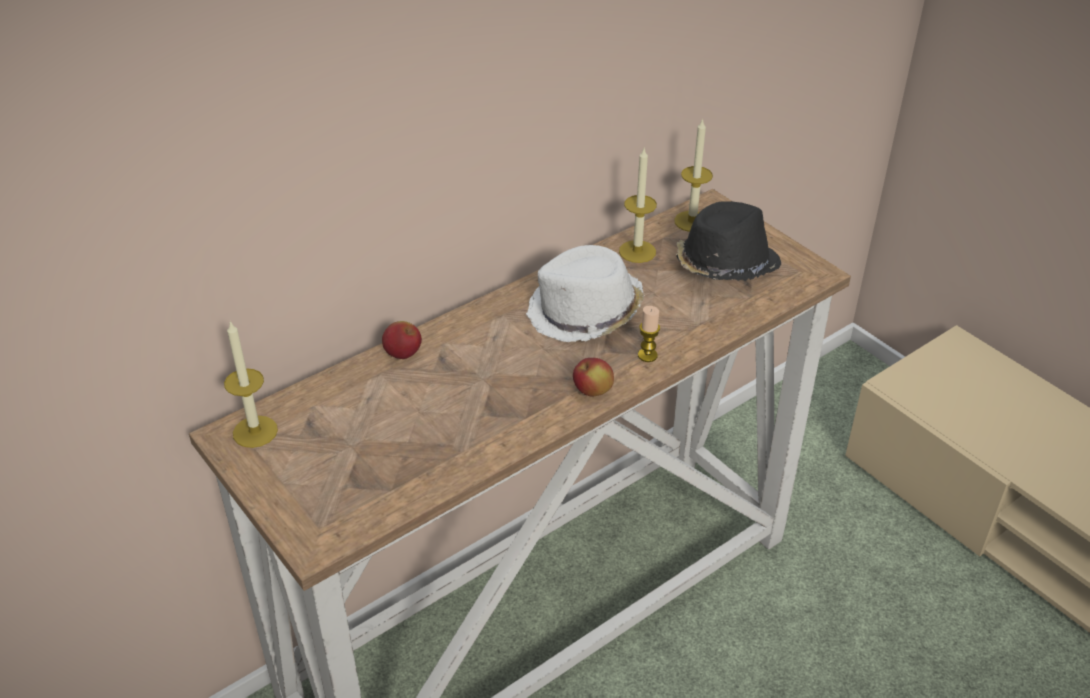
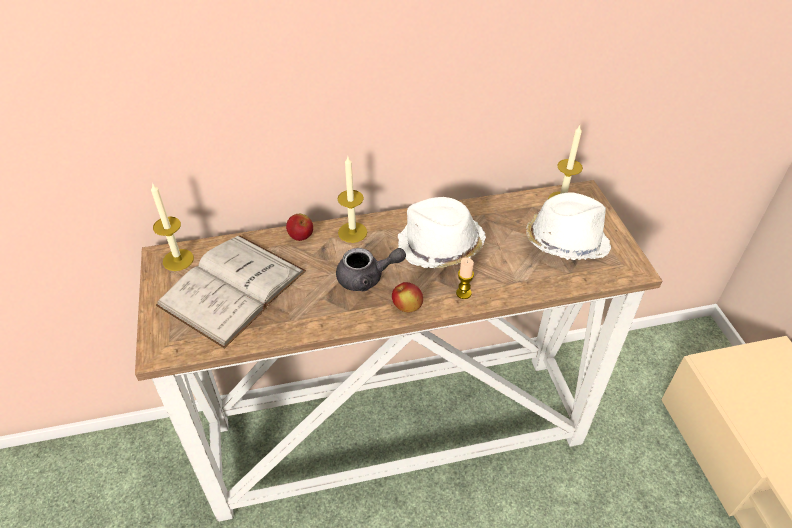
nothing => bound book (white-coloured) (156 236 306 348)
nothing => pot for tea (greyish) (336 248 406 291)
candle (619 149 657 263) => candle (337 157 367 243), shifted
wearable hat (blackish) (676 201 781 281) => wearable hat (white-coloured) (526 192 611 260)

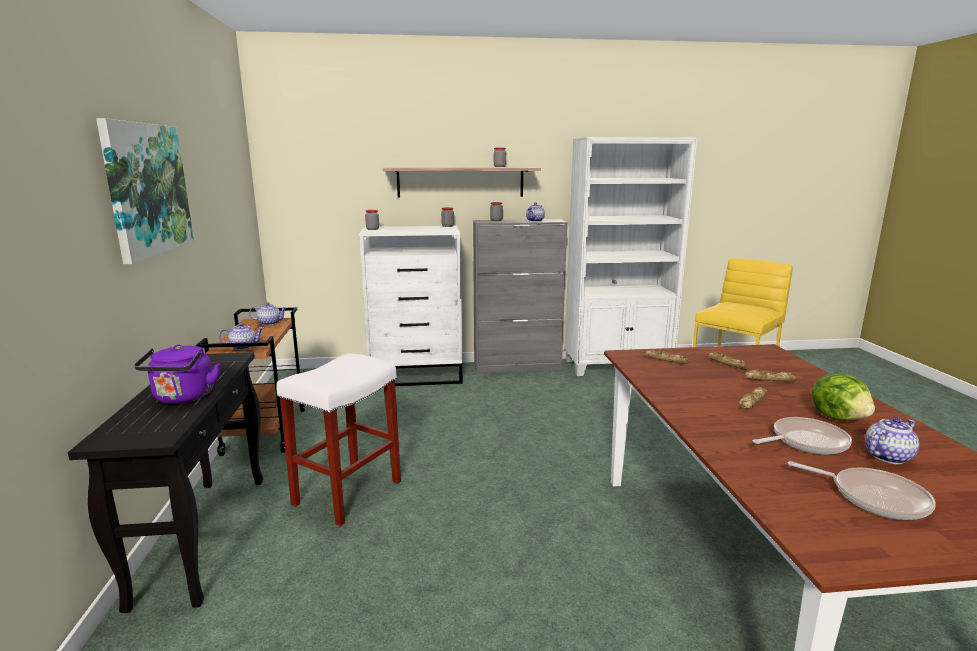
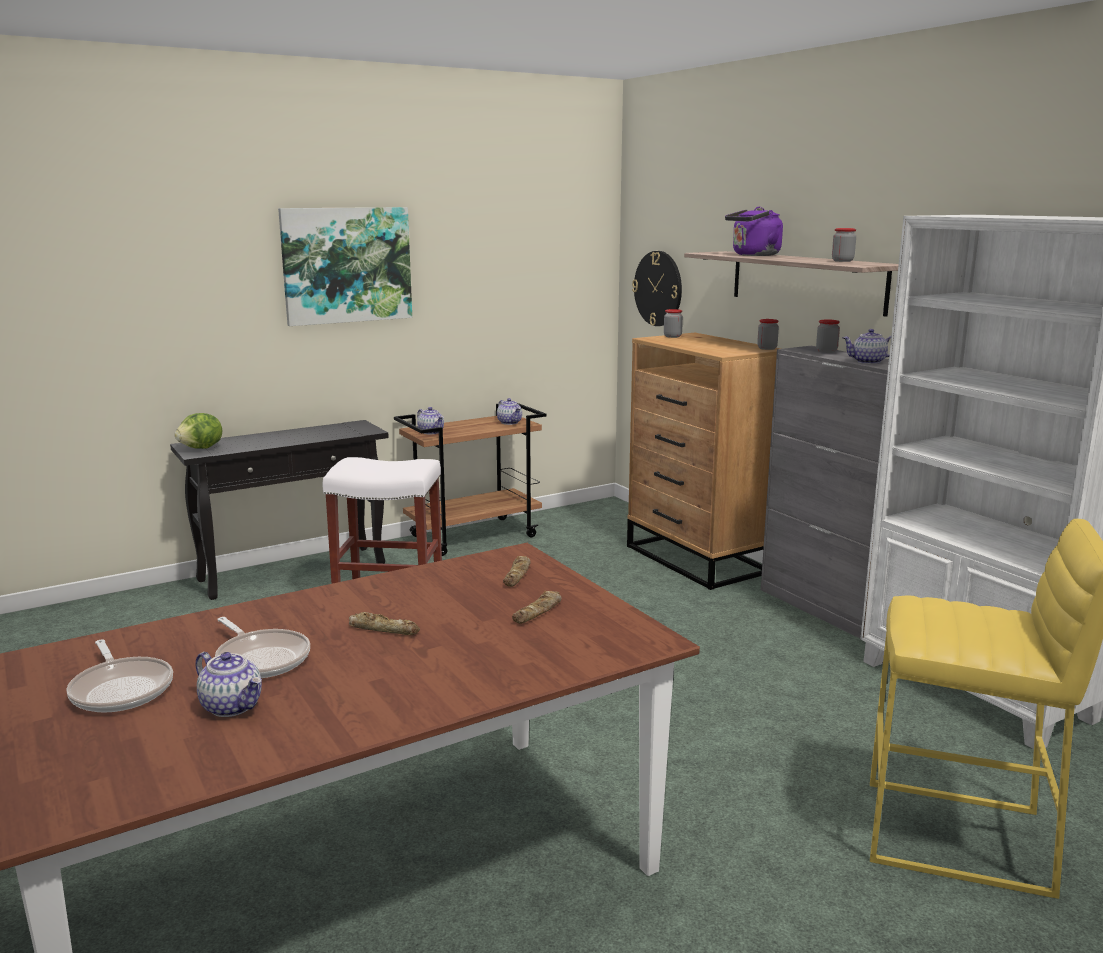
pan (788 461 936 520) => pan (66 640 173 713), 45 degrees counterclockwise
head of lettuce (812 374 875 421) => head of lettuce (174 413 222 449), shifted
dresser (white-coloured) (359 225 463 386) => dresser (brown-coloured) (627 333 781 590)
nothing => clock on the wall (632 251 682 326)
kettle (purple) (134 345 220 404) => kettle (purple) (725 207 783 256), shifted
bakery bread (744 370 797 382) => nothing

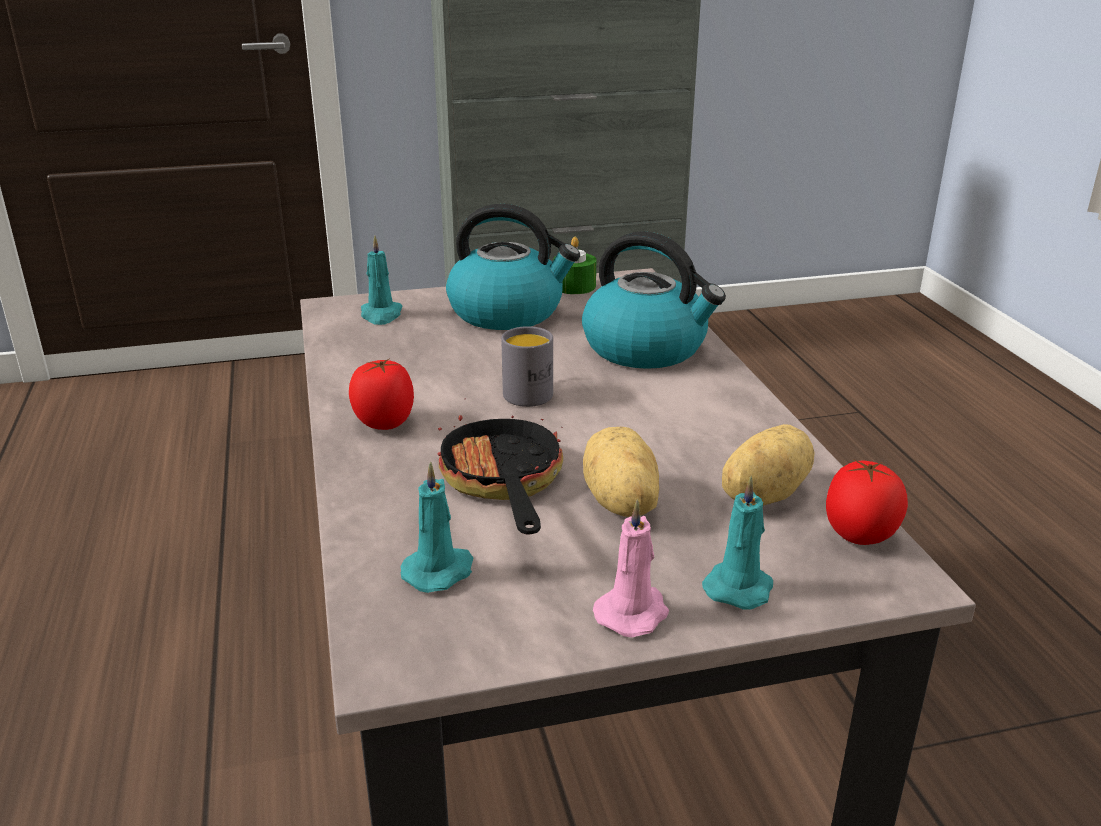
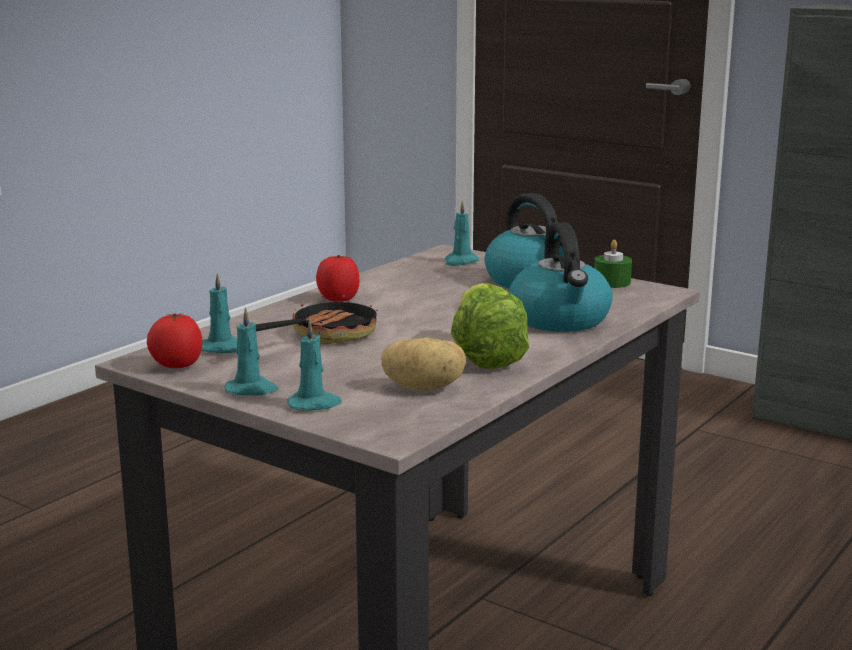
whole tomato (826 459 908 545) => whole tomato (147 313 203 368), shifted
candle (pink) (593 499 669 637) => candle (turquoise-coloured) (225 308 279 395)
nothing => head of lettuce (451 283 529 369)
tea mug (greyish) (501 326 553 407) => nothing
potato (583 427 659 517) => nothing

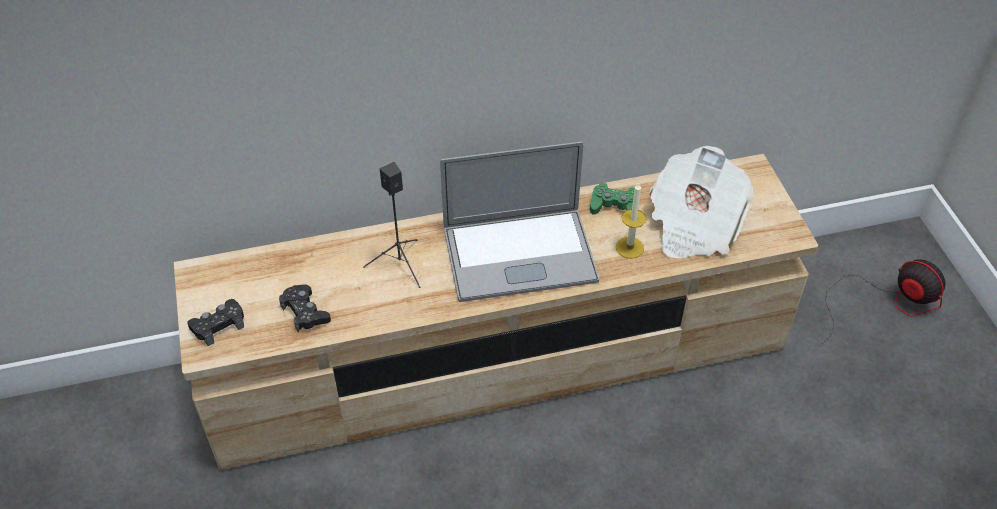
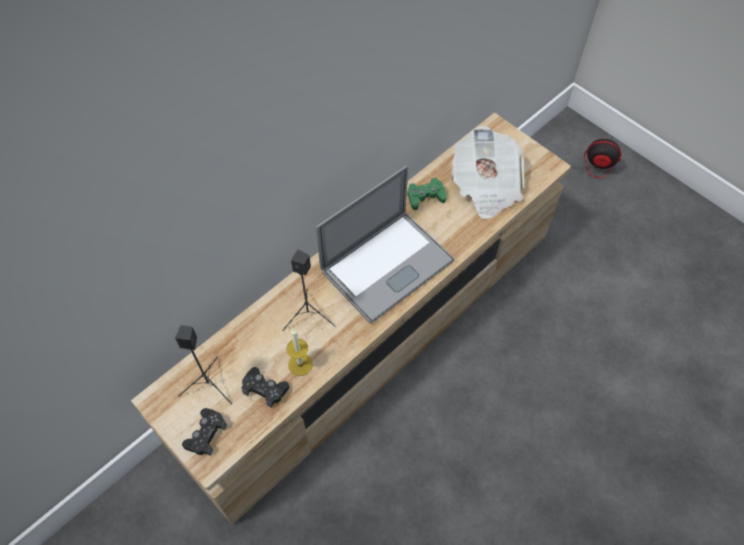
nothing => audio speaker (blackish) (175 325 232 405)
candle (616 183 646 258) => candle (287 329 313 376), shifted

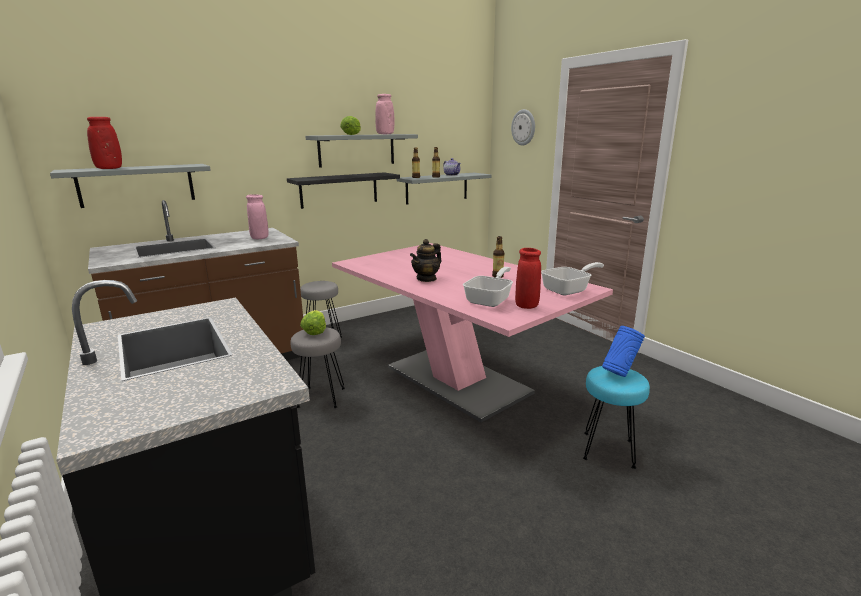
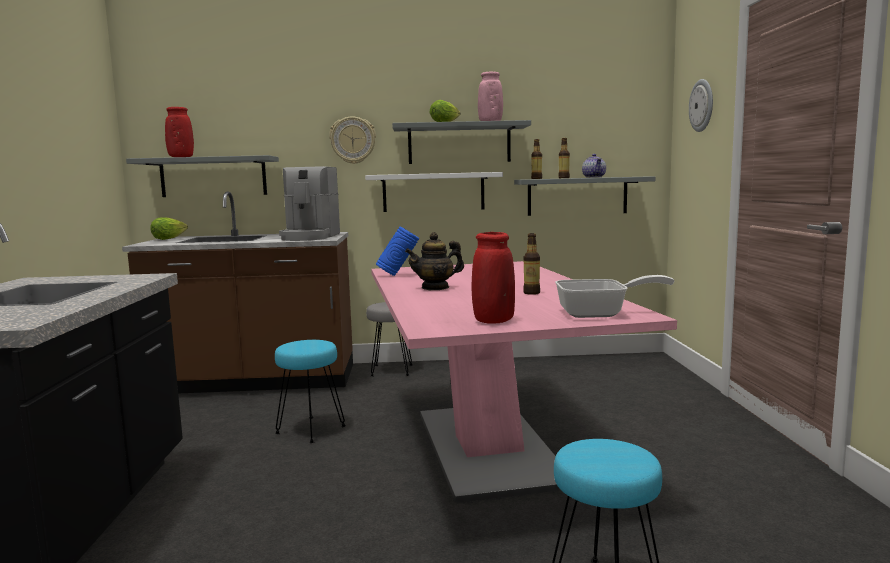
head of lettuce (300 310 326 335) => head of lettuce (150 217 188 240), shifted
stool (greyish) (291 327 345 408) => stool (turquoise-coloured) (275 340 346 443)
flower vase (pink) (246 194 268 239) => coffee machine (279 166 340 241)
nothing => clock on the wall (329 116 376 164)
shelf (blackish) (287 172 400 209) => shelf (white-coloured) (365 172 503 212)
flower vase (bluish) (602 326 645 377) => flower vase (bluish) (376 226 419 276), shifted
pan (463 267 513 307) => nothing

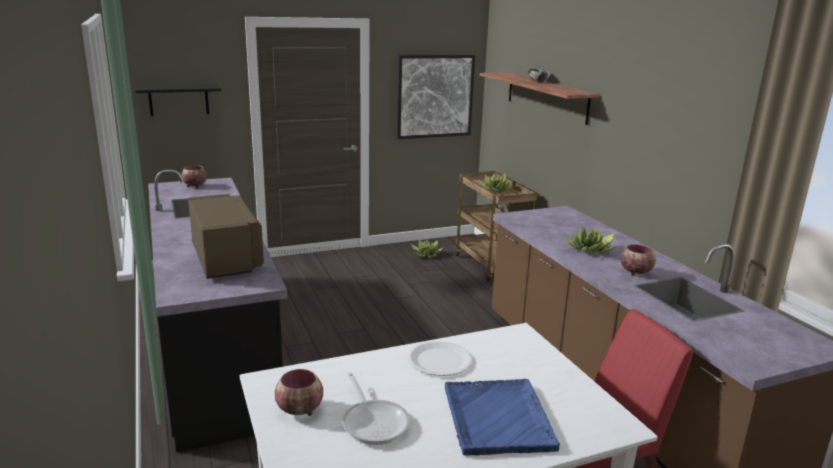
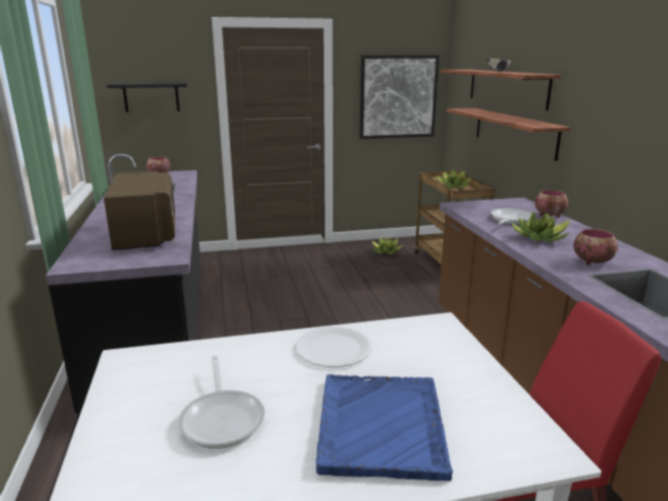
nothing => shelf (447 108 571 161)
nothing => pan (491 208 536 224)
bowl (275 369 323 416) => bowl (535 190 568 218), shifted

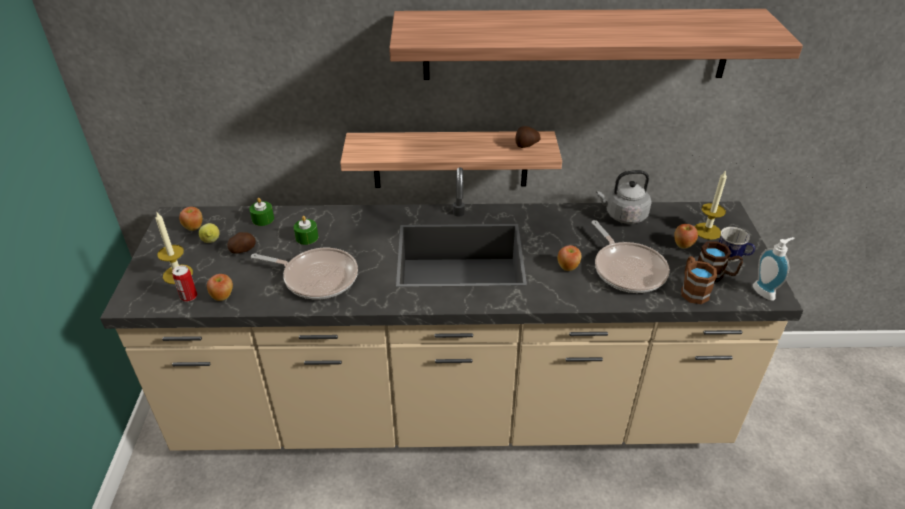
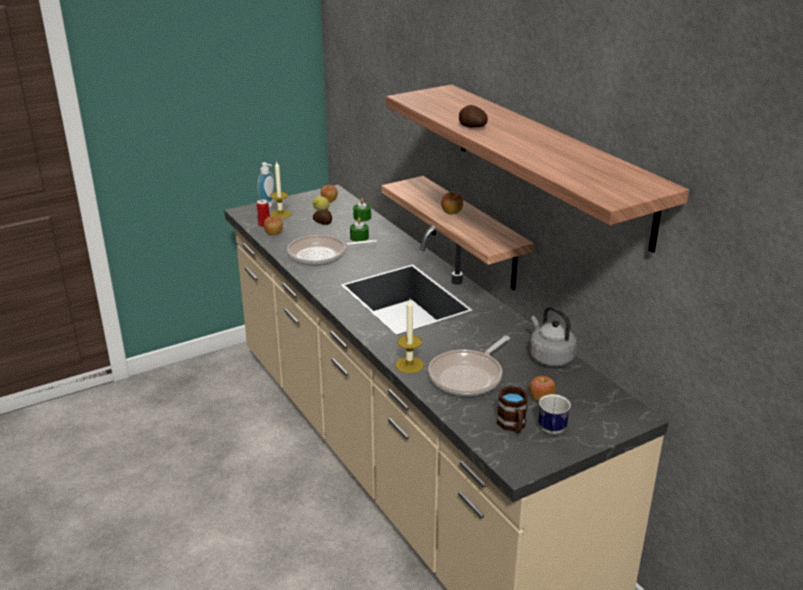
soap dispenser (753 237 794 301) => soap dispenser (257 162 275 208), shifted
pan (251 248 358 300) => pan (287 235 377 266), 90 degrees clockwise
candle (694 170 727 240) => candle (395 299 424 373), shifted
apple fruit (558 245 581 271) => apple fruit (441 192 463 214), shifted
potato (515 126 541 148) => potato (459 105 488 128), shifted
tea mug (brown-coloured) (681 256 717 304) => nothing

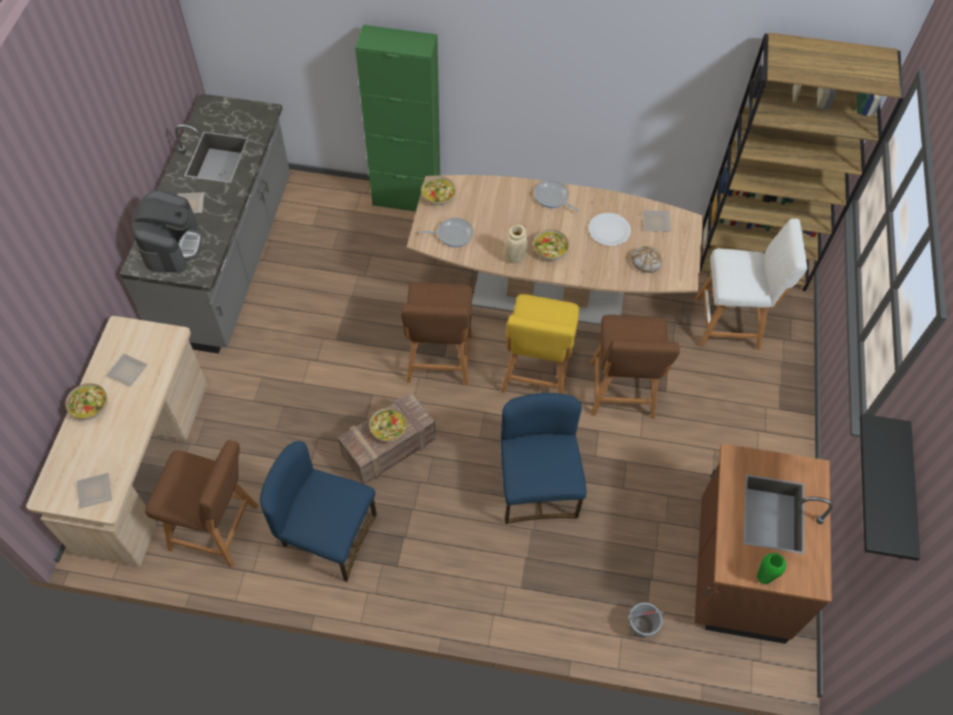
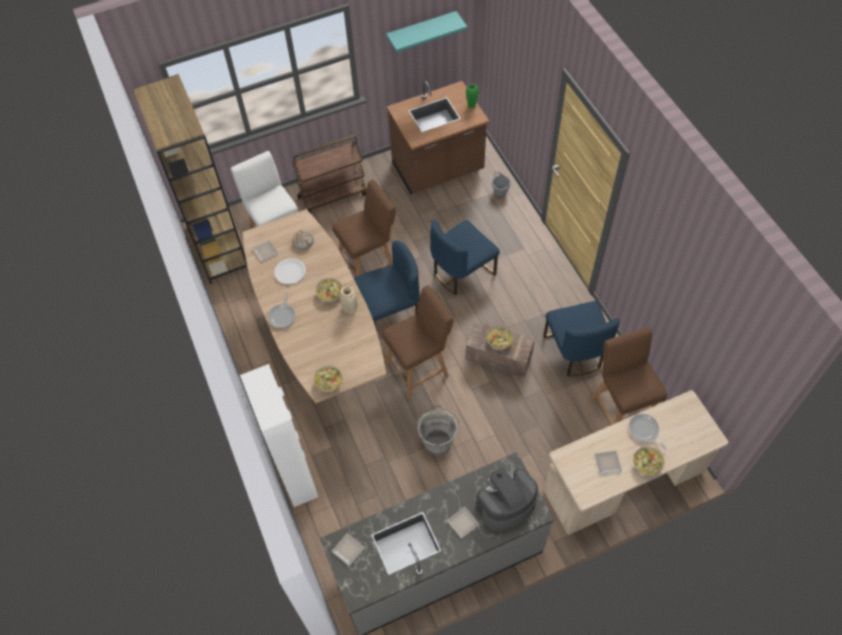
storage cabinet (greenish) (355 25 440 212) => storage cabinet (white-coloured) (240 364 318 507)
nothing => cart (brown-coloured) (292 135 366 213)
dinner plate (77 473 112 508) => dinner plate (331 533 365 566), shifted
stool (yellowish) (501 294 580 394) => plain chair (bluish) (354 241 420 331)
shelf (blackish) (860 414 920 561) => shelf (turquoise-coloured) (386 11 467 52)
nothing => pail (greyish) (416 405 459 455)
pan (419 218 474 247) => pan (629 414 667 450), shifted

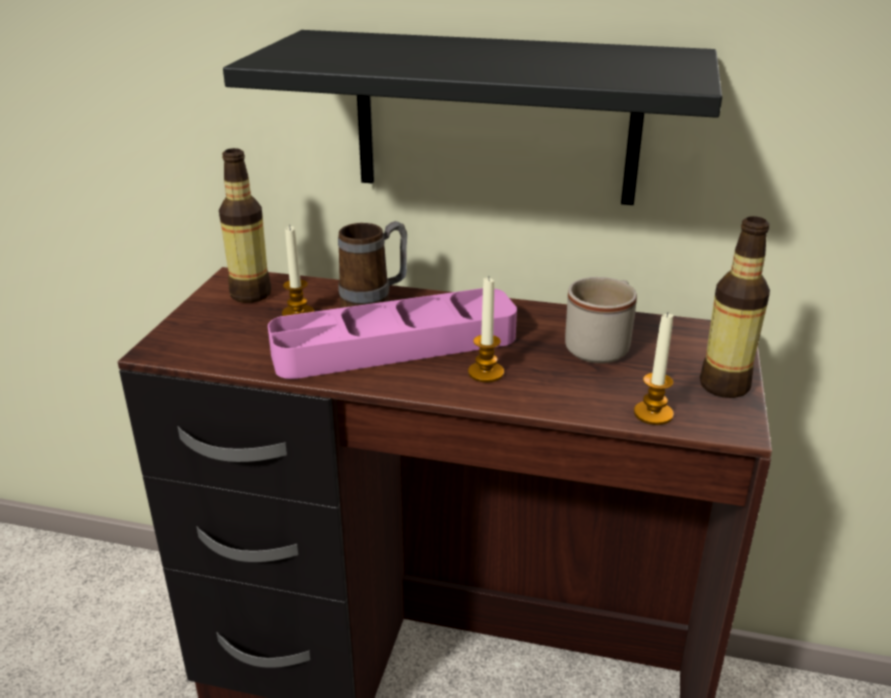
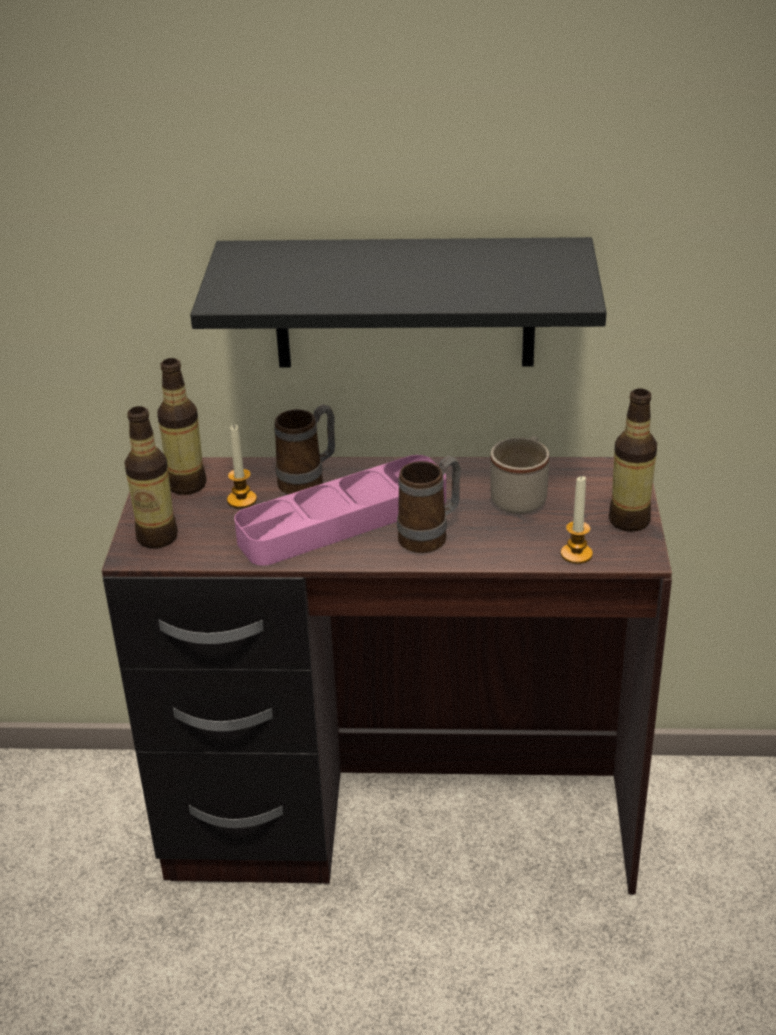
nothing => bottle (125 406 178 548)
candle (468 278 504 382) => tea mug (397 456 461 553)

